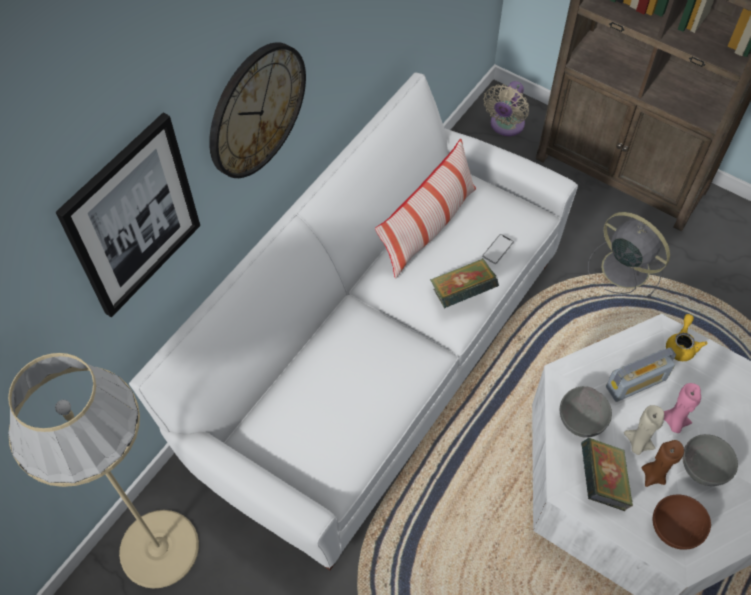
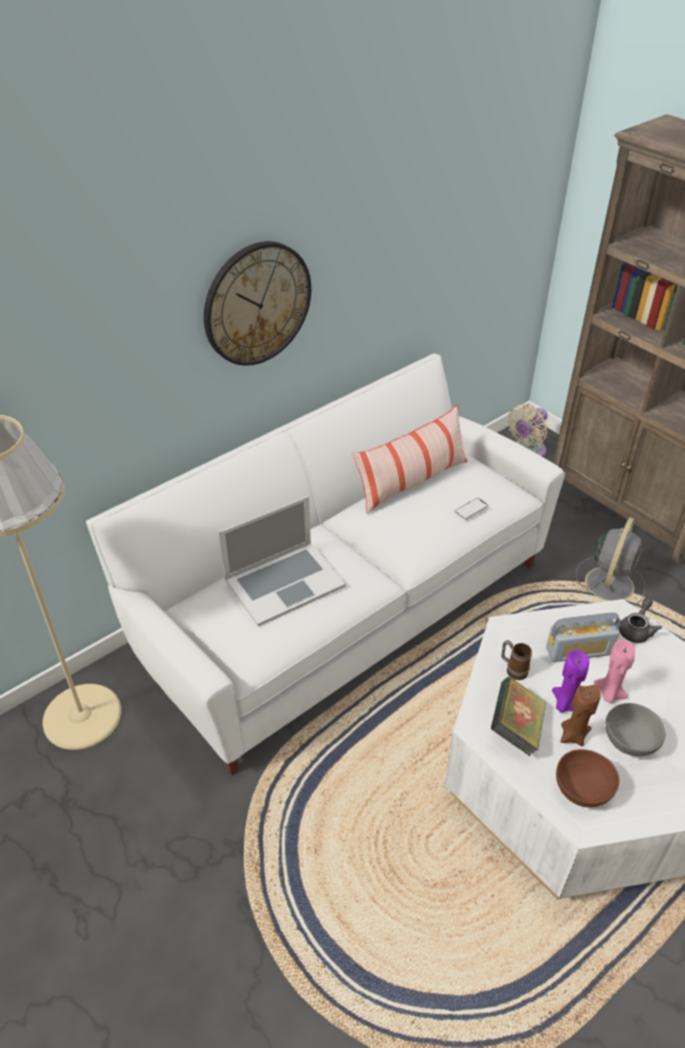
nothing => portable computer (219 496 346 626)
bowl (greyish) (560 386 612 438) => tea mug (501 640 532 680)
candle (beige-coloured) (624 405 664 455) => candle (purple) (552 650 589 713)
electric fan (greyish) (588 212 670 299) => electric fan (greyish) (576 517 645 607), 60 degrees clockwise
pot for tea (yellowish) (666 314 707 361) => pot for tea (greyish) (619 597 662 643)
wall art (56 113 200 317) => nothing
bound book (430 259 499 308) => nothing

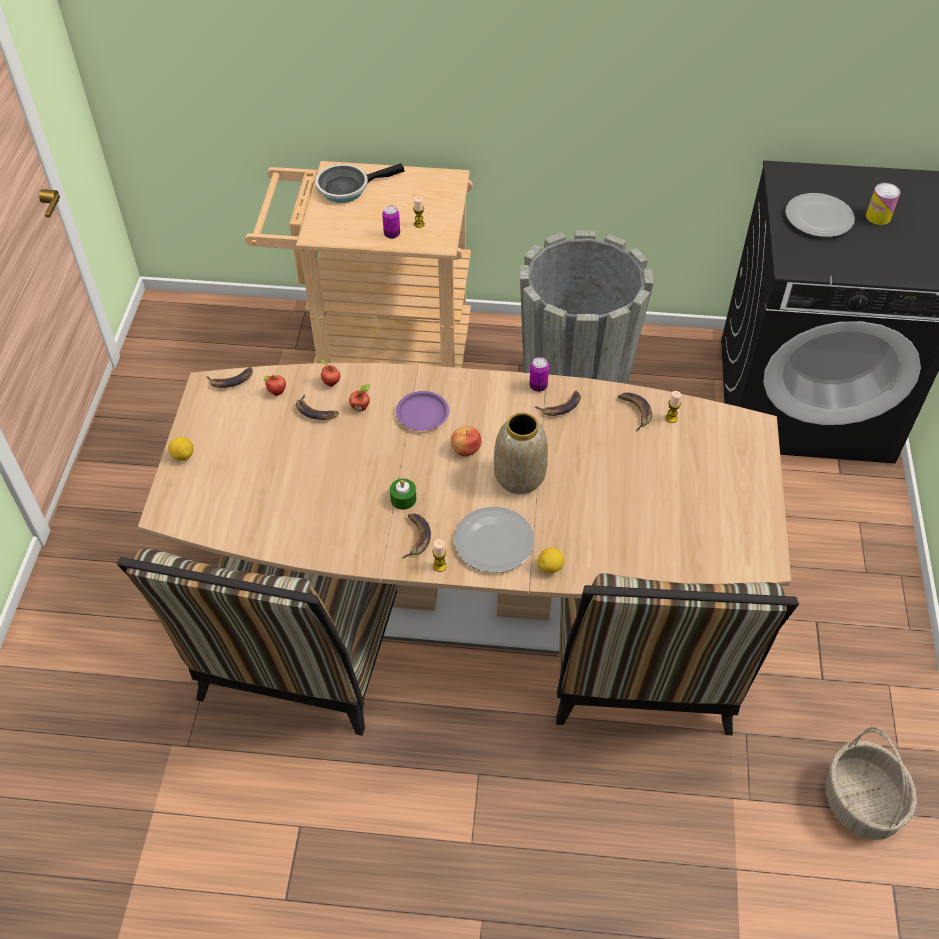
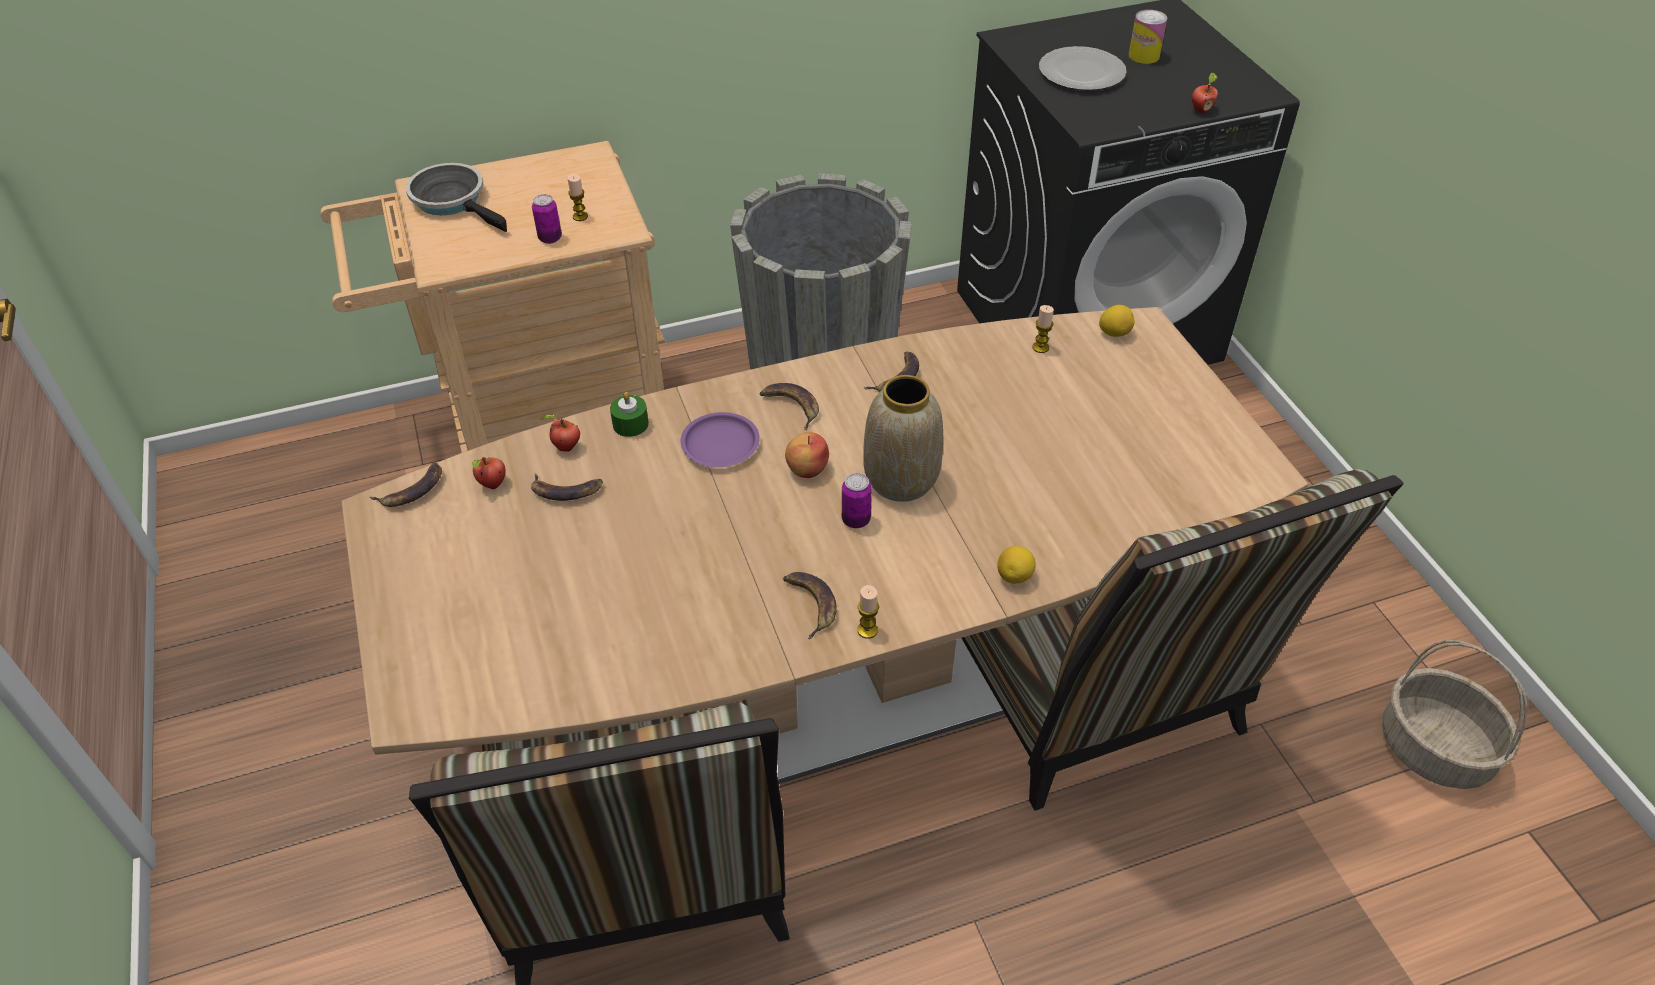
pan (315 163 405 203) => pan (406 163 507 232), 90 degrees clockwise
candle (greenish) (390 479 416 510) => candle (greenish) (610 392 649 437), shifted
banana (618 393 652 431) => banana (760 383 819 430), shifted
sealed can (529 357 549 392) => sealed can (842 473 872 528), shifted
citrus fruit (168 437 193 461) => citrus fruit (1099 305 1135 337), shifted
apple fruit (349 384 370 411) => apple fruit (1191 73 1218 113), shifted
dinner plate (454 507 535 573) => nothing

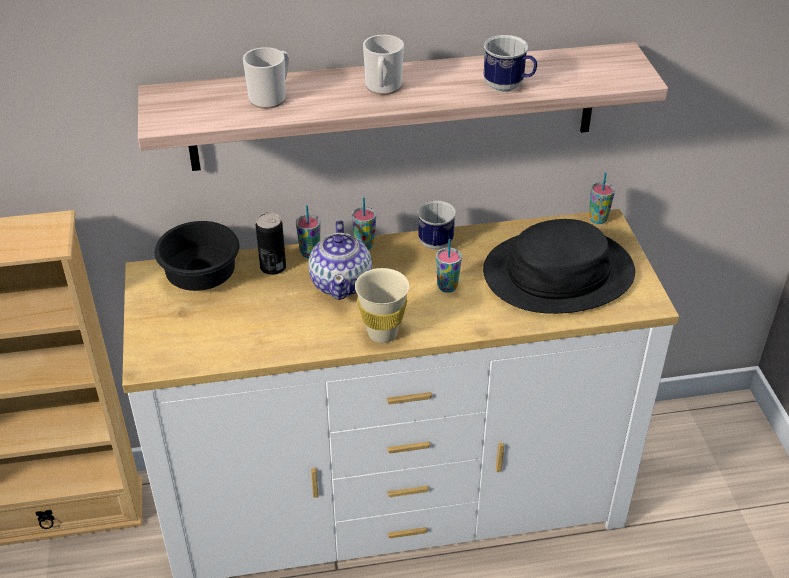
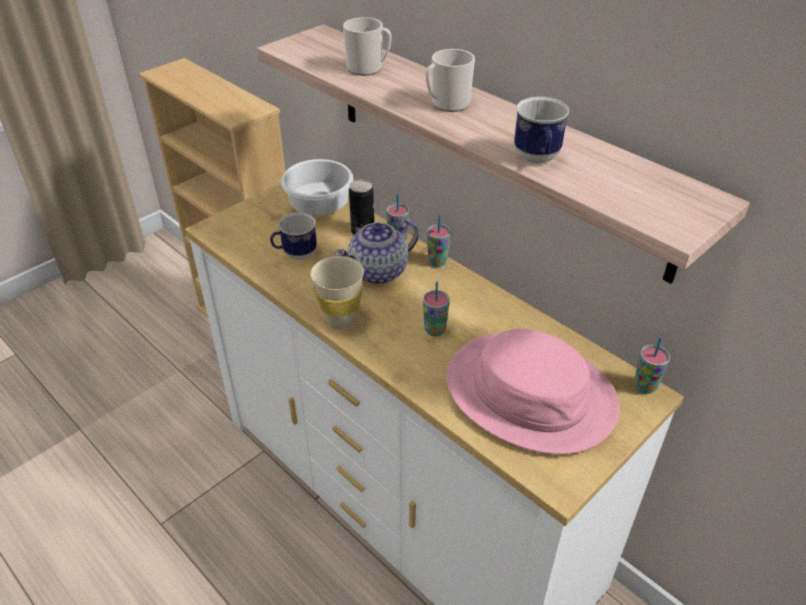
tea mug (418 201 456 250) => tea mug (270 213 317 260), shifted
bowl (blackish) (154 221 239 291) => bowl (white-coloured) (281 159 353 215)
wearable hat (blackish) (483 219 635 314) => wearable hat (pink) (447 329 619 454)

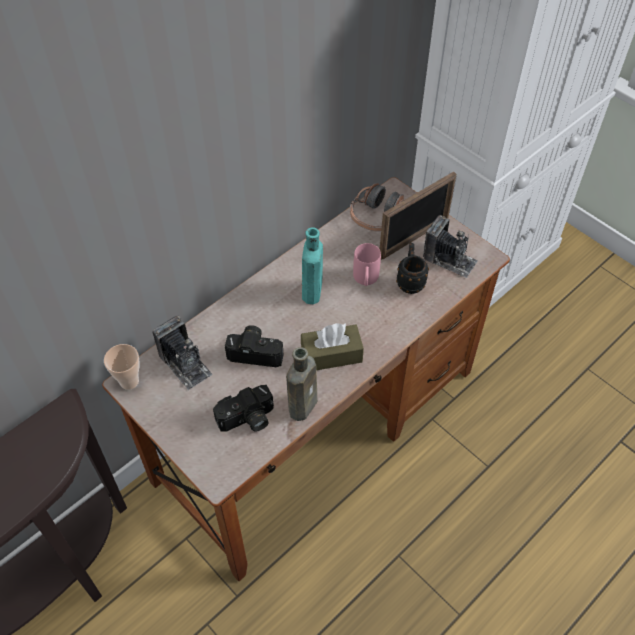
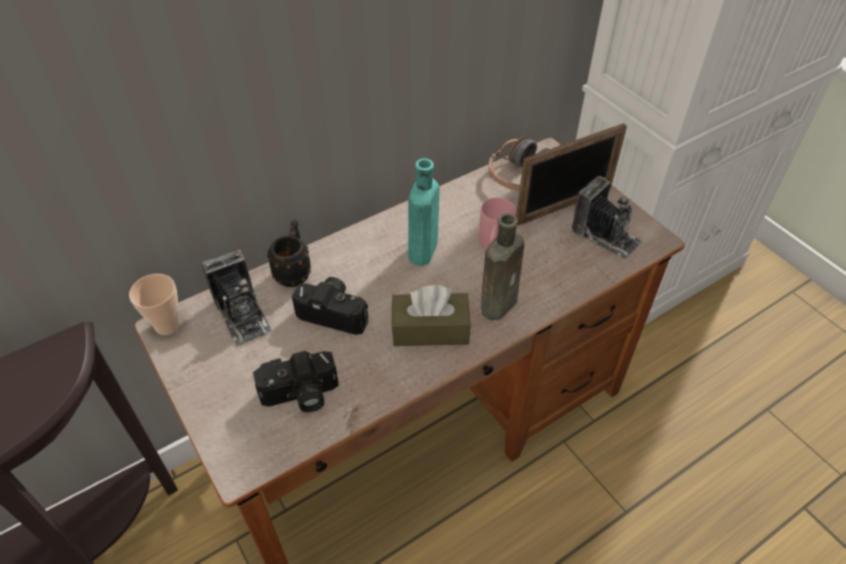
tea mug (blackish) (396 243 429 294) => tea mug (blackish) (267 220 311 287), shifted
bottle (brown-coloured) (286 347 317 421) => bottle (brown-coloured) (481 213 524 320), shifted

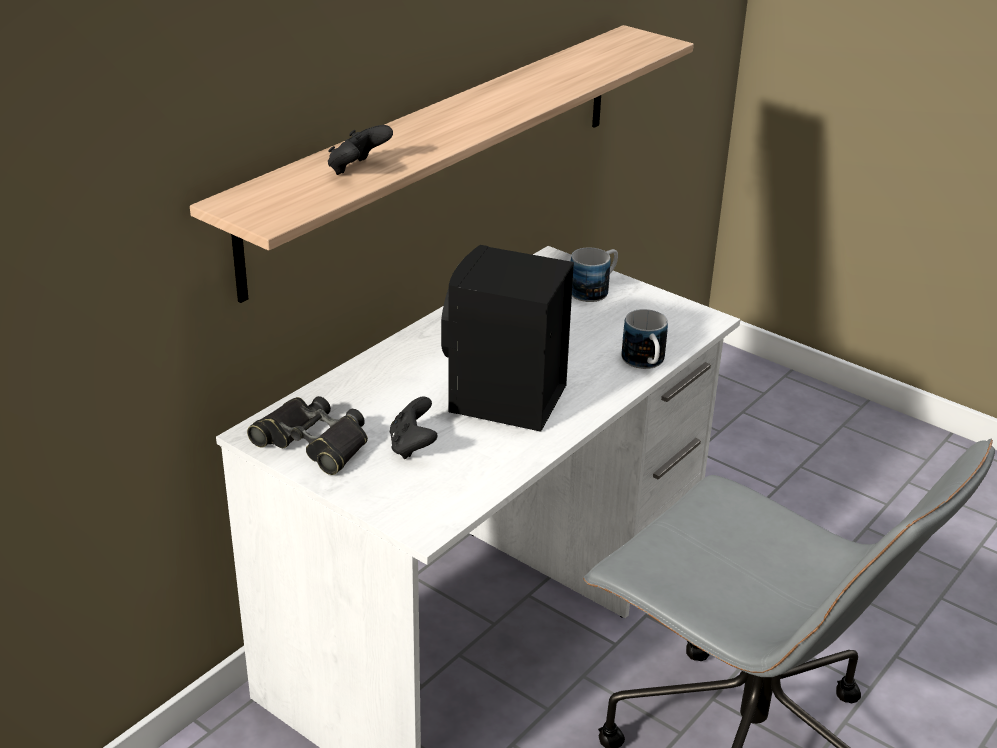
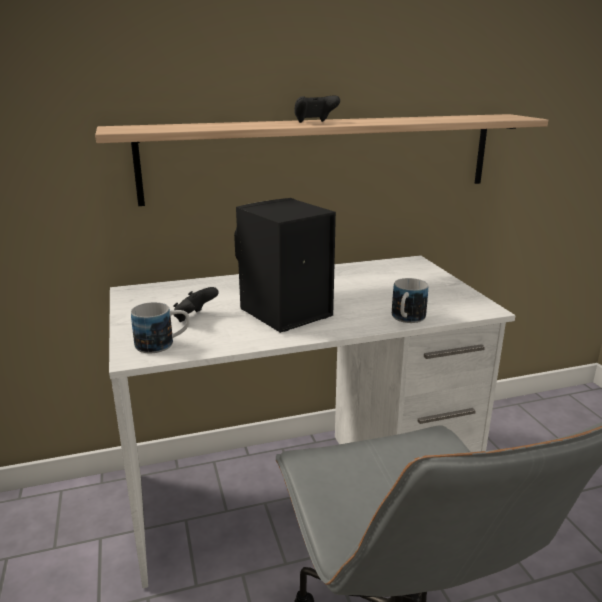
tea mug (571 247 618 302) => tea mug (131 302 190 353), shifted
gamepad (blackish) (328 125 393 175) => gamepad (blackish) (295 95 340 123), shifted
binoculars (blackish) (247 396 368 475) => nothing

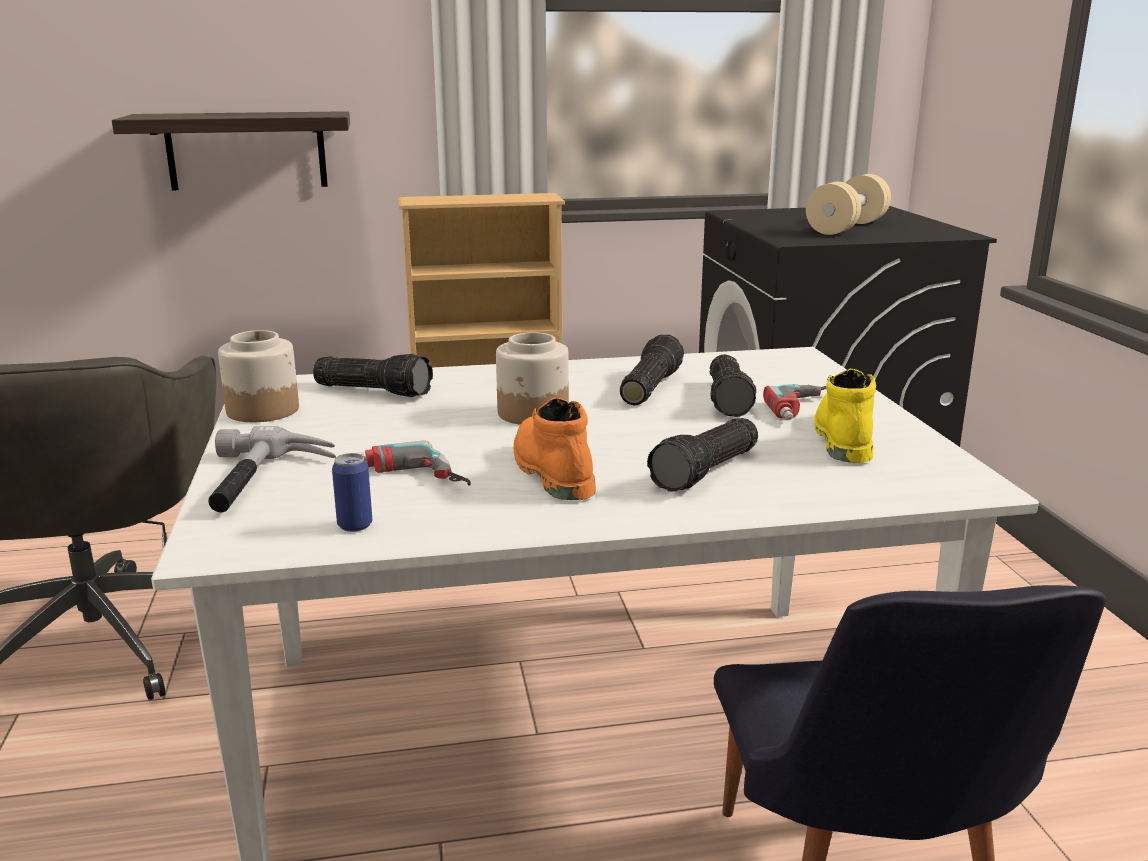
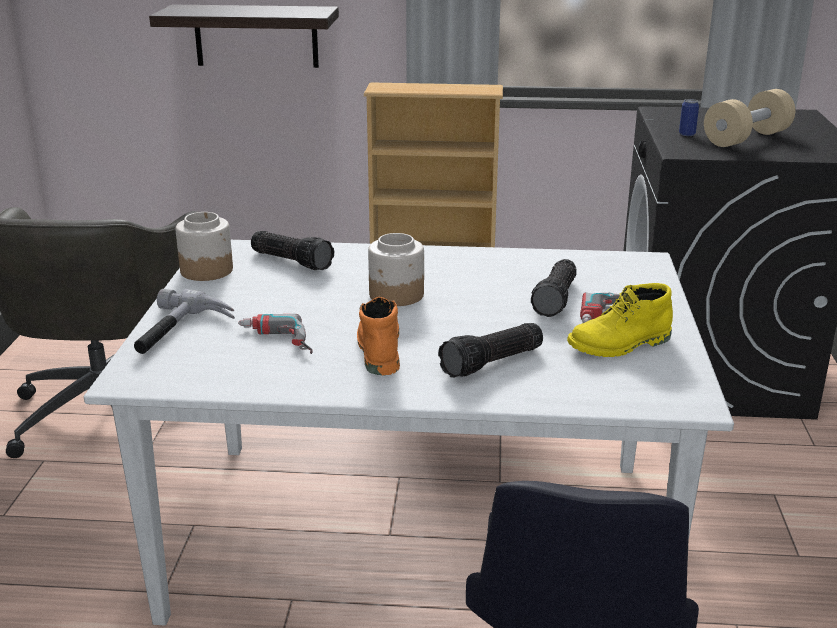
boot (yellowish) (814 369 876 463) => boot (yellowish) (567 283 673 357), 135 degrees counterclockwise
sealed can (332 453 372 532) => sealed can (679 99 699 136), shifted
hand torch (620 334 684 406) => nothing

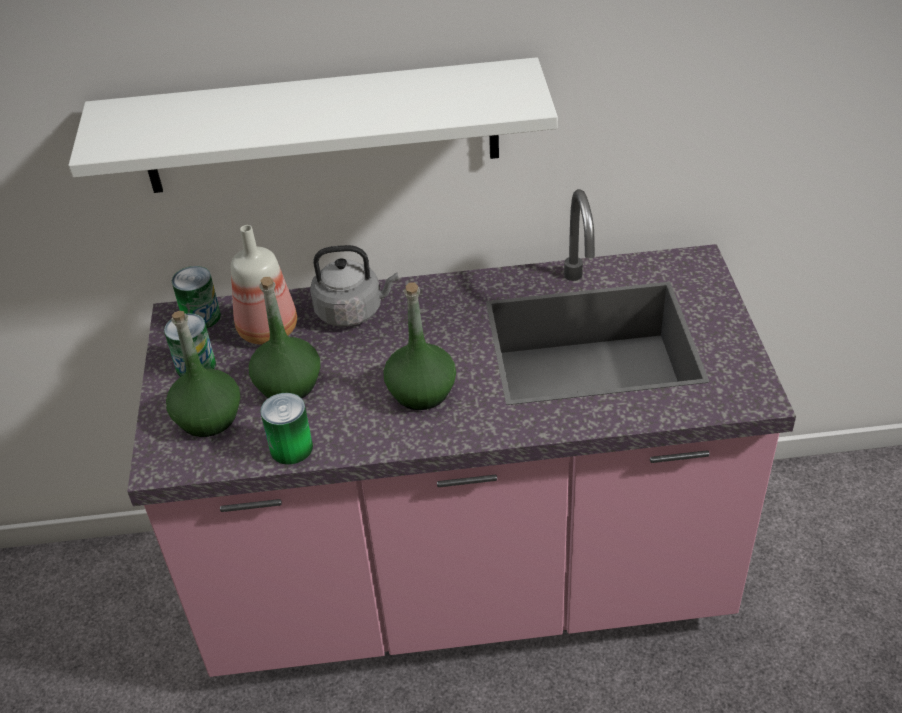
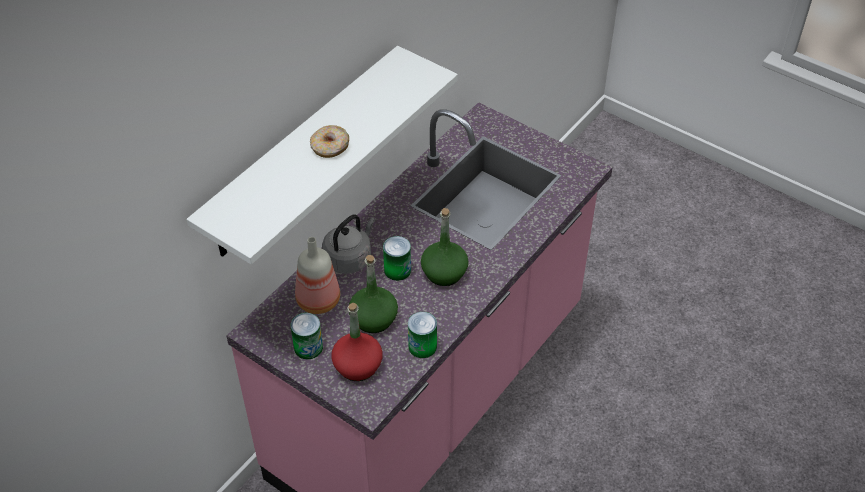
nothing => donut (310 125 349 158)
bottle (greenish) (166 311 241 437) => bottle (red-coloured) (331 303 383 381)
sealed can (172 266 221 328) => sealed can (383 236 411 281), shifted

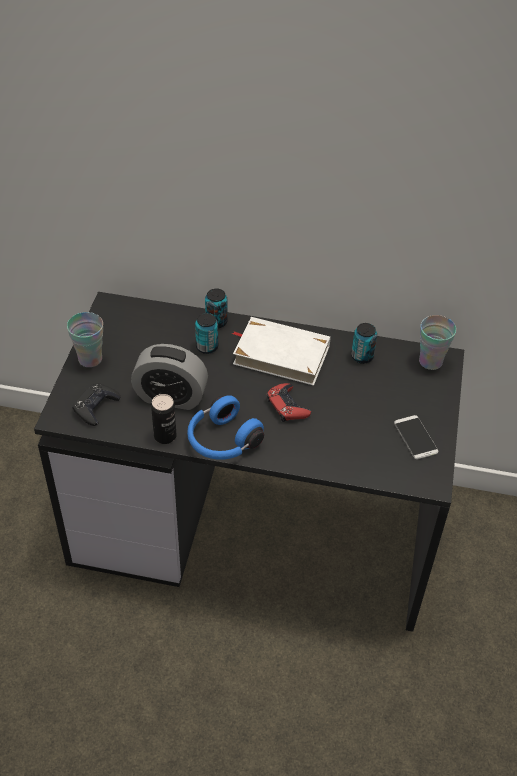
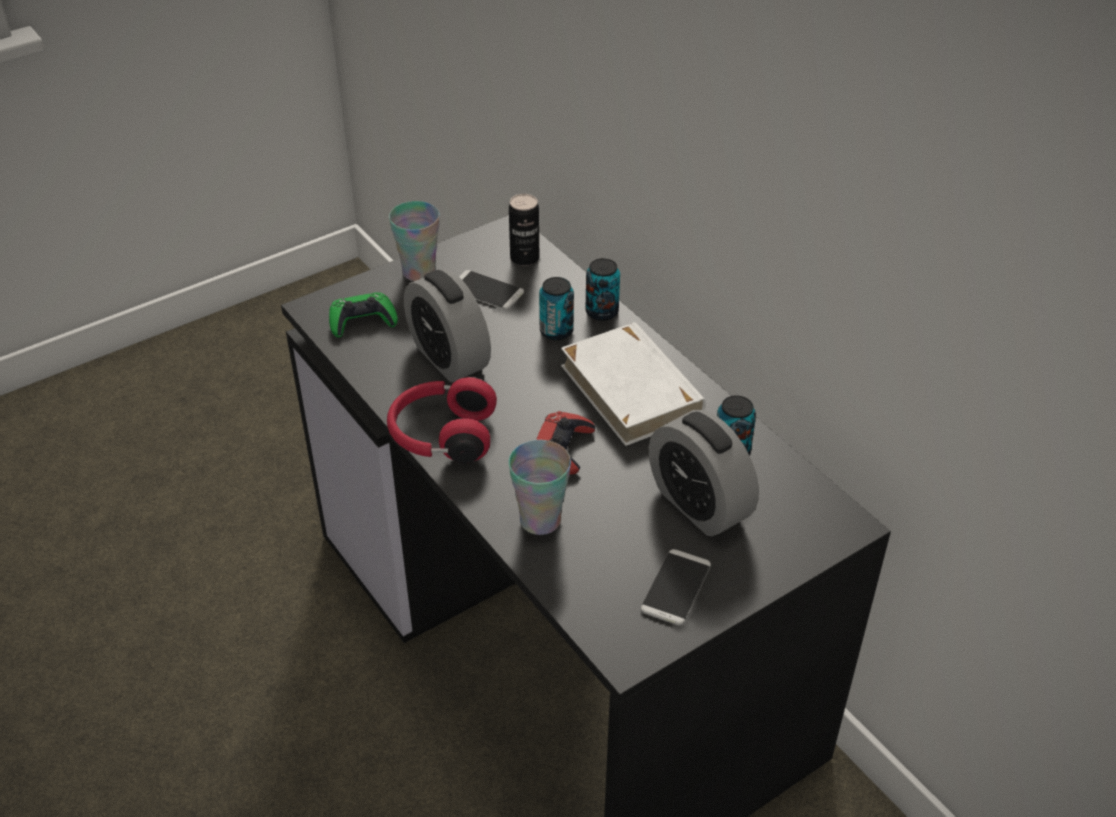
gamepad (blackish) (72 383 120 426) => gamepad (greenish) (329 292 398 337)
headset (bluish) (187 395 264 460) => headset (red-coloured) (387 377 497 464)
nothing => telephone (459 270 524 310)
drinking cup (419 315 456 370) => drinking cup (508 440 571 535), shifted
sealed can (151 394 176 444) => sealed can (509 194 539 266), shifted
nothing => table clock (649 410 759 536)

